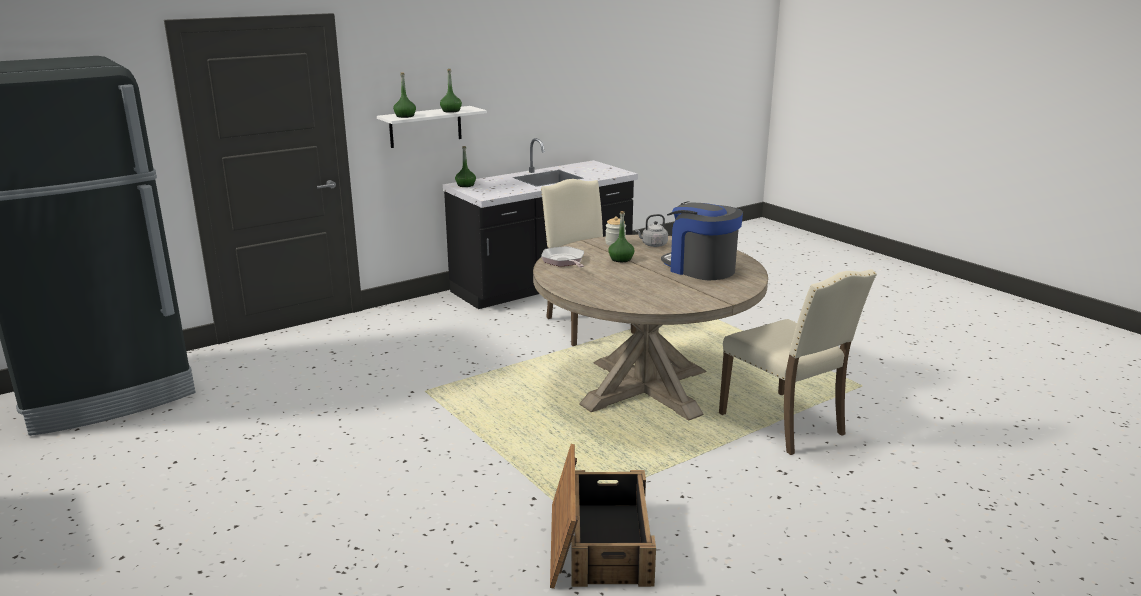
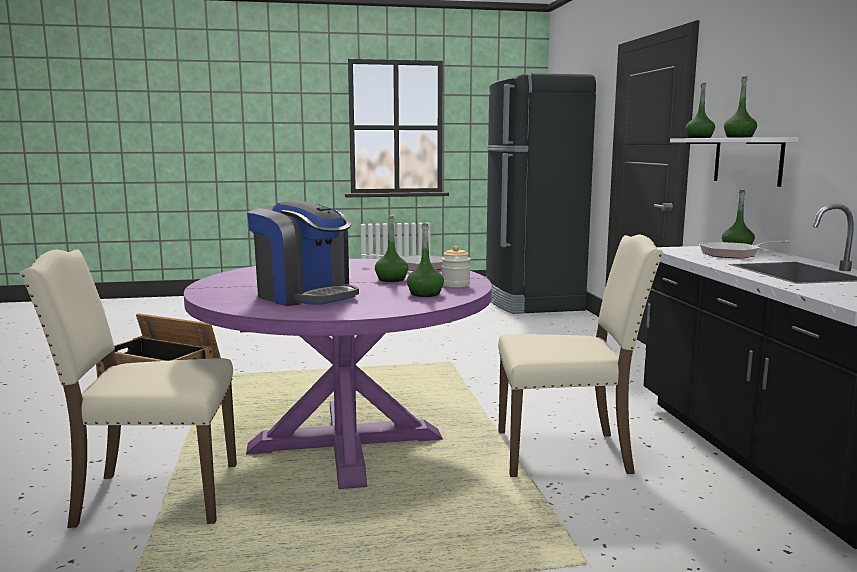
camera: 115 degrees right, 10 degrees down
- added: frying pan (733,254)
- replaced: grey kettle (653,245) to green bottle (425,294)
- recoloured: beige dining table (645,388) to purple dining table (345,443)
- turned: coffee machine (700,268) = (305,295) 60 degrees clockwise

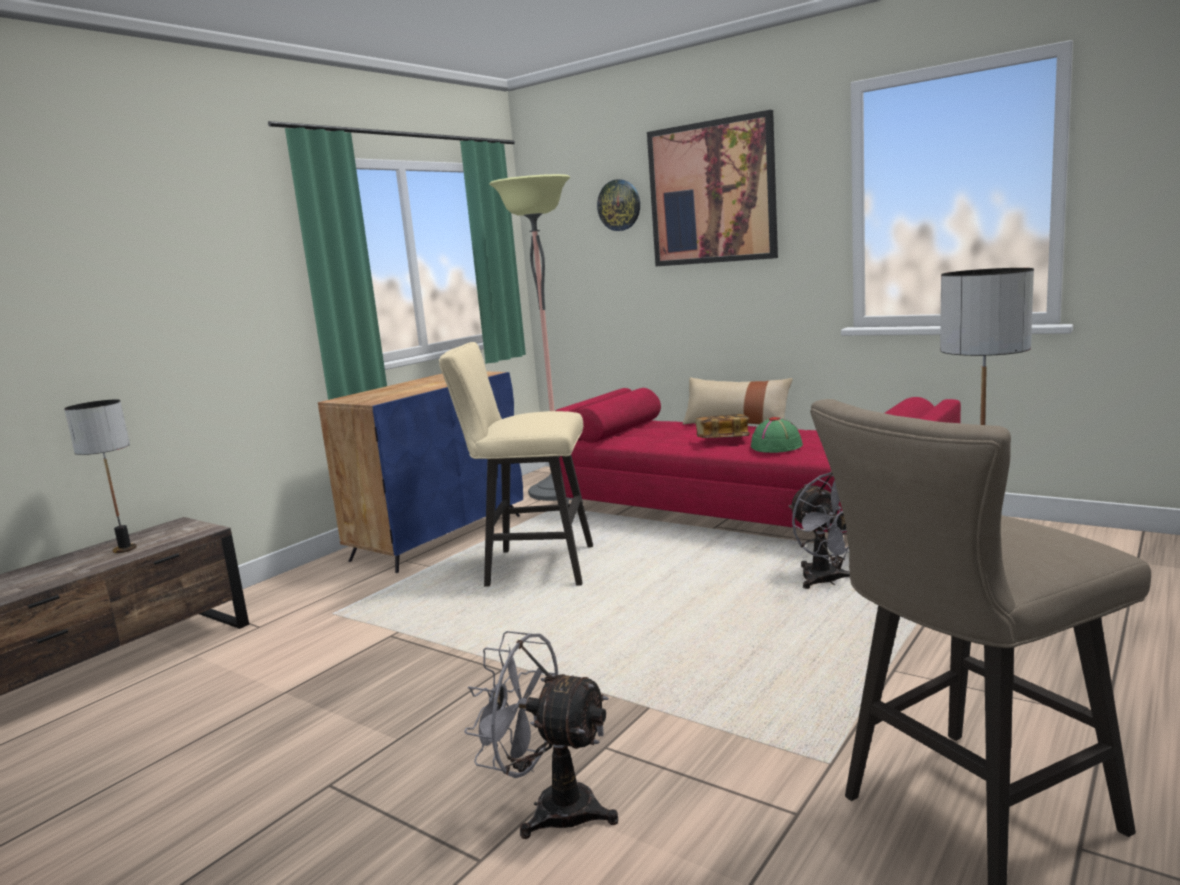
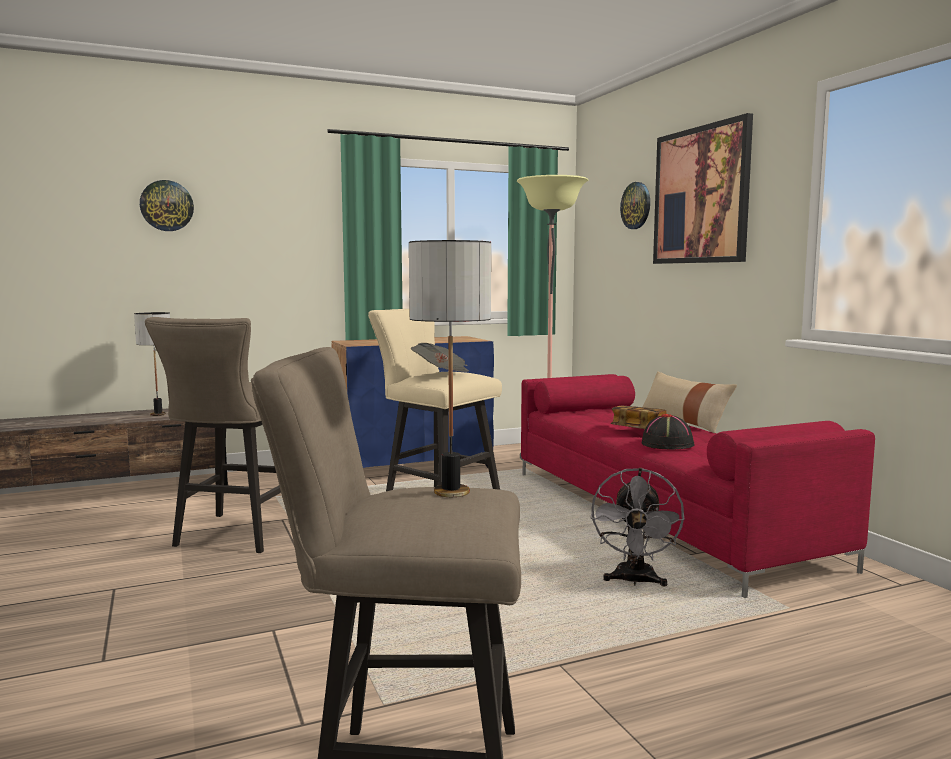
camera: 30 degrees right, 5 degrees down
- removed: grey fan (551,808)
- added: wall clock (167,206)
- added: beige stool (235,536)
- added: newspaper (442,374)
- recoloured: green hat (776,446) to black hat (667,444)

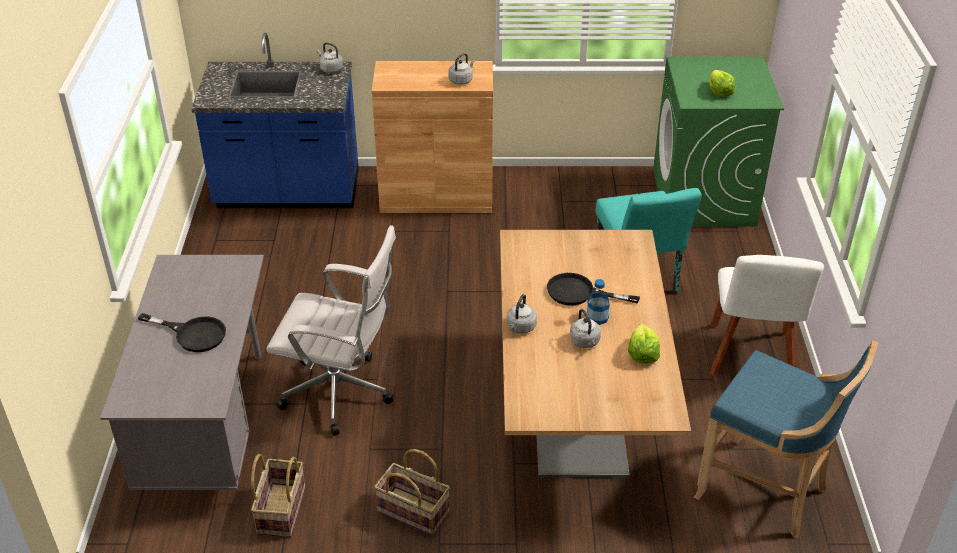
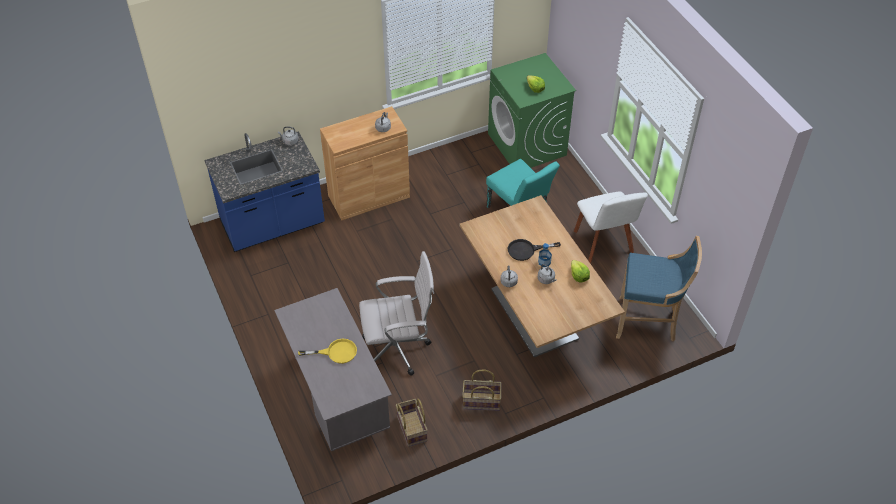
camera: 25 degrees left, 10 degrees up
- recoloured: black frying pan (193,334) to yellow frying pan (336,352)

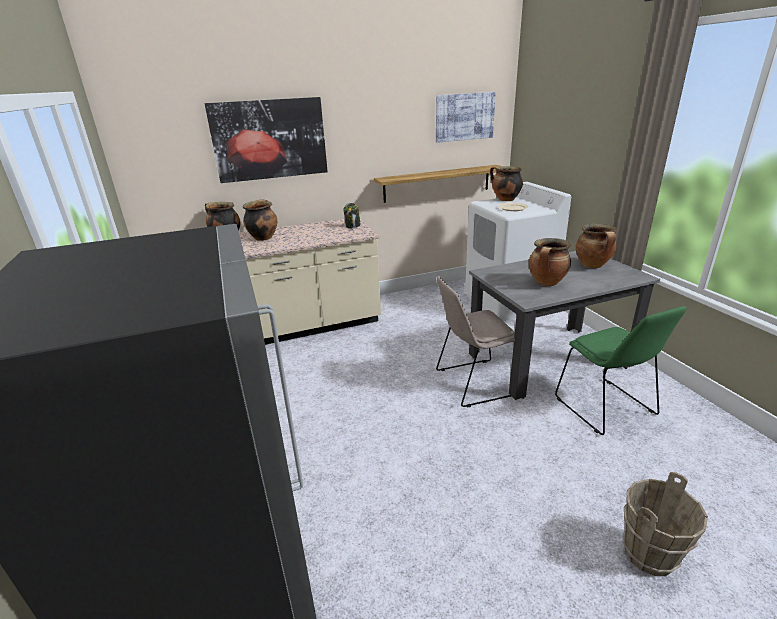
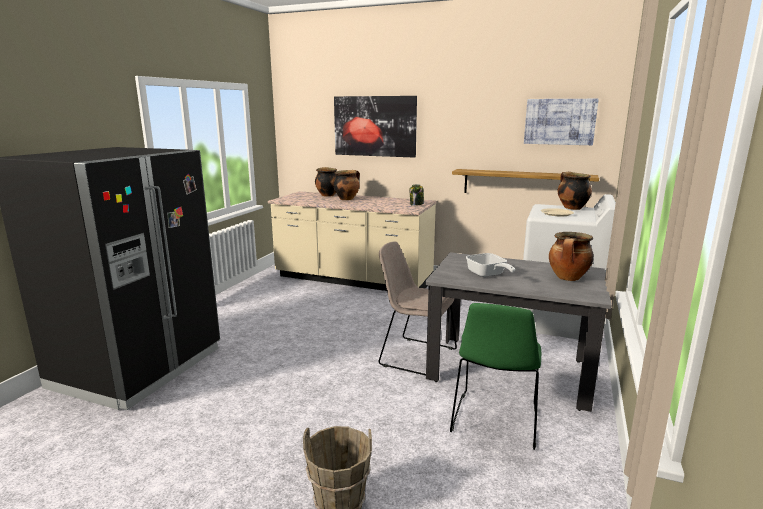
camera: 40 degrees right, 10 degrees down
- replaced: cooking pot (547,283) to frying pan (487,275)

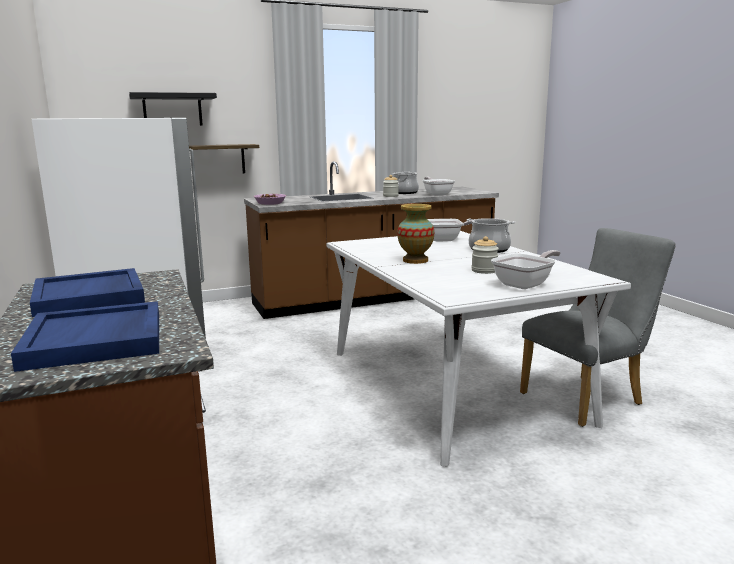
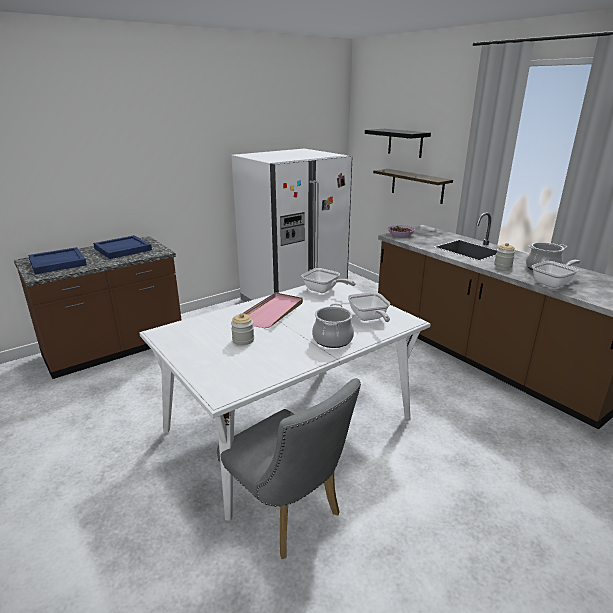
camera: 75 degrees right, 10 degrees up
- moved: frying pan (526,284) to (324,290)
- replaced: vase (415,260) to pink tray (273,312)

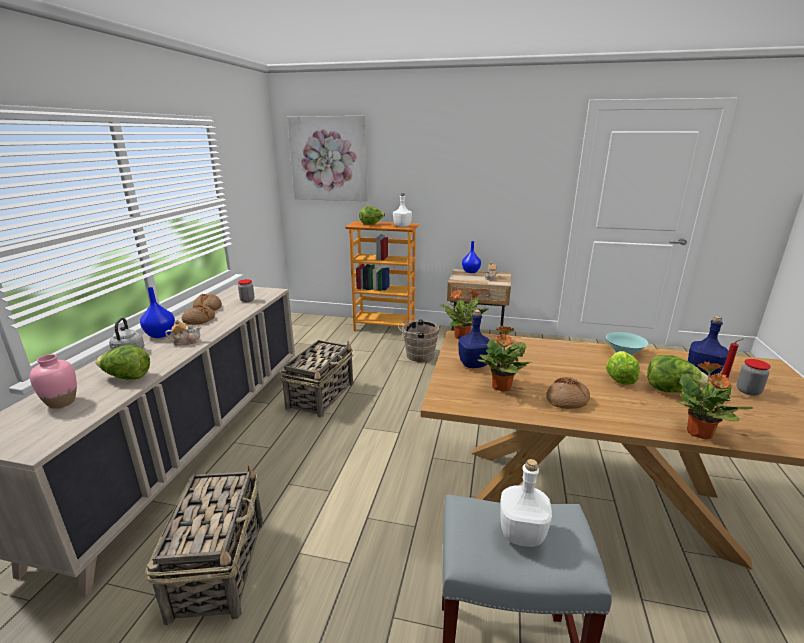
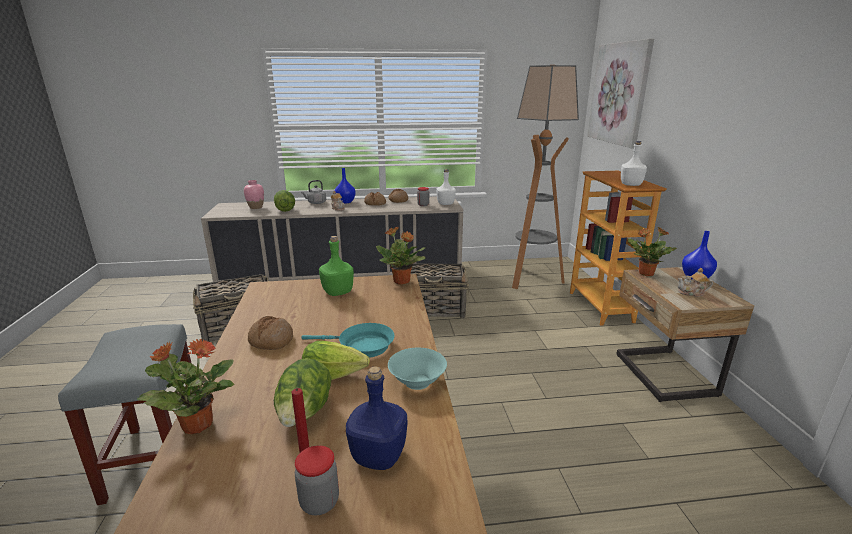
camera: 70 degrees right, 0 degrees up
- removed: lettuce (371,224)
- removed: brown bucket (417,355)
- added: turquoise frying pan (361,346)
- added: floor lamp (532,279)
- moved: potted plant (501,387) to (645,273)
- moved: white bottle (522,534) to (445,204)
- recoloured: blue bottle (474,364) to green bottle (338,292)

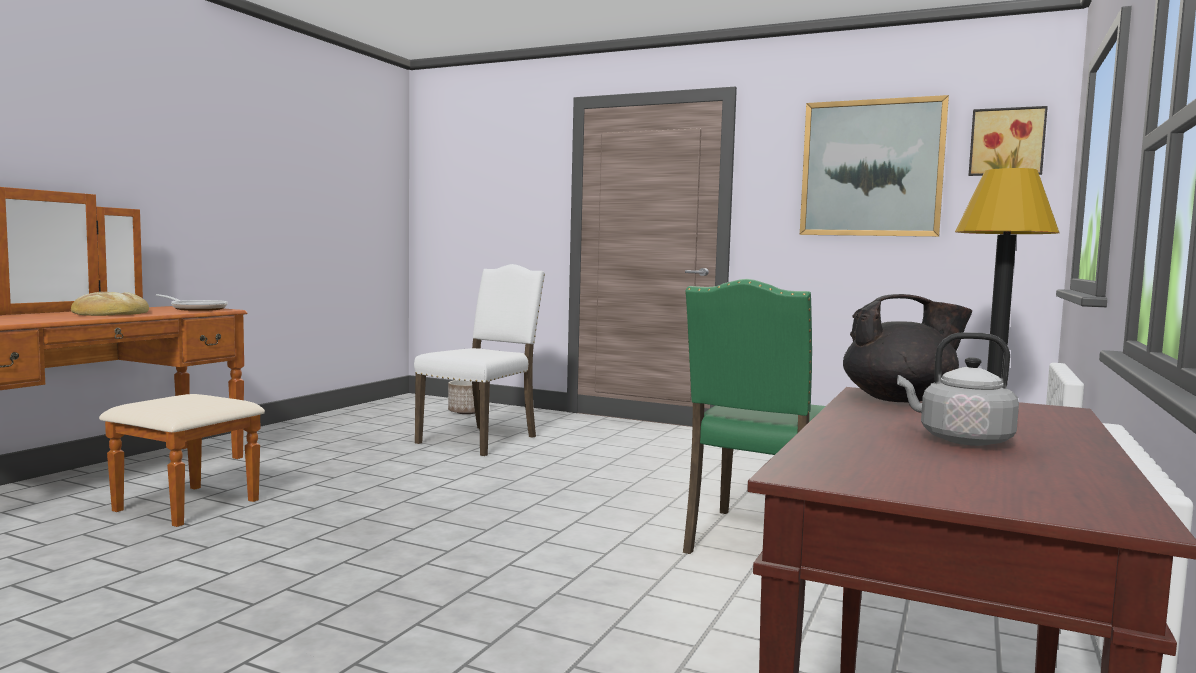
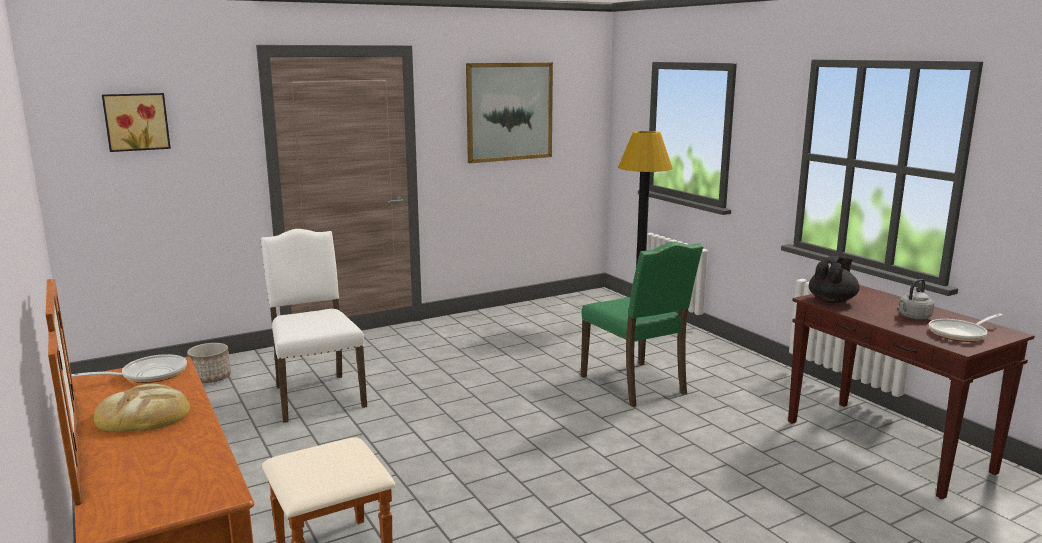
camera: 55 degrees left, 10 degrees up
- added: frying pan (960,334)
- moved: picture (1006,142) to (136,122)

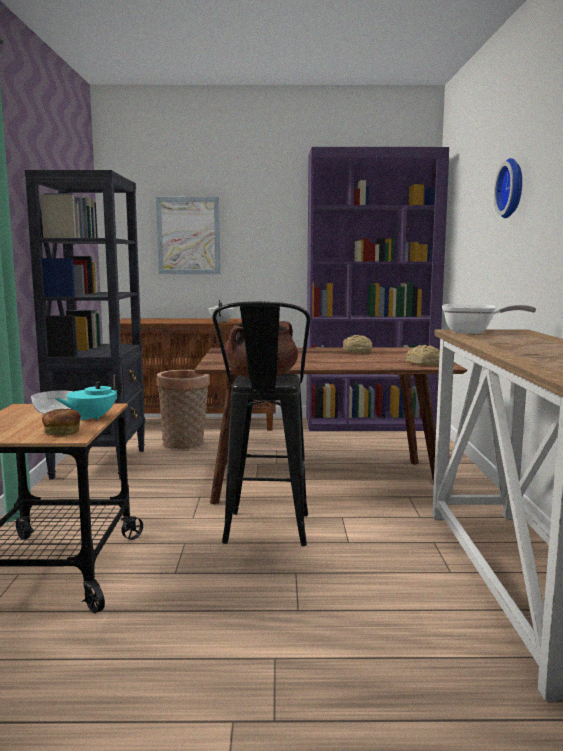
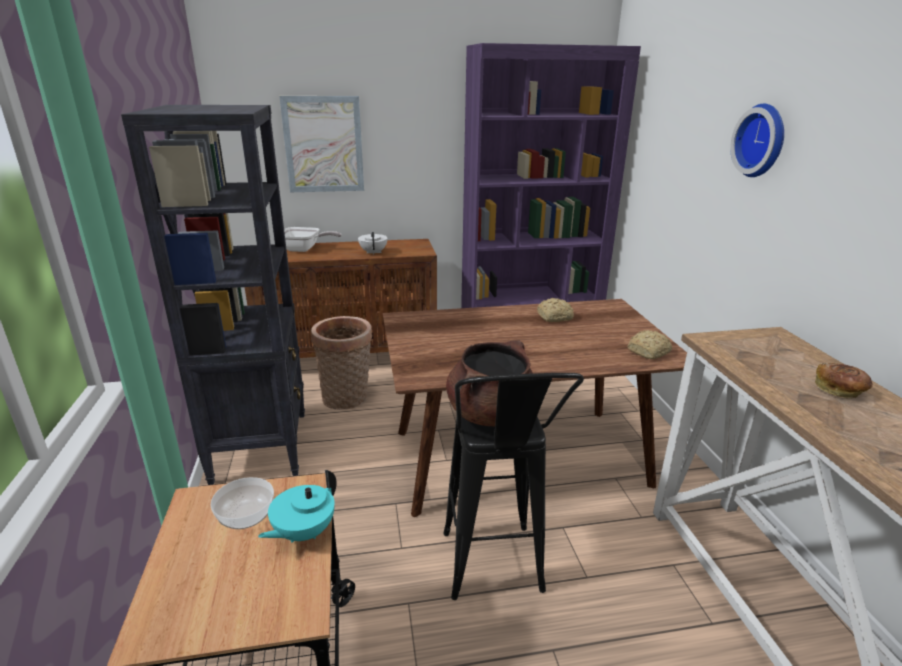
camera: 10 degrees left, 15 degrees up
- moved: bread (61,432) to (839,391)
- moved: frying pan (474,332) to (304,249)

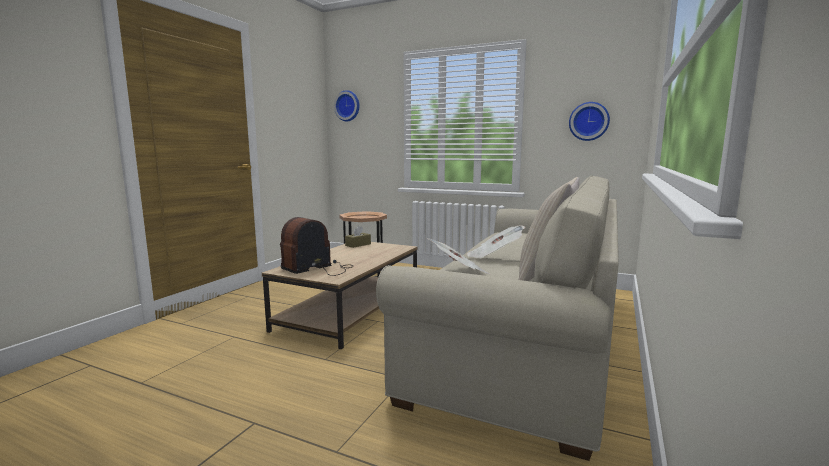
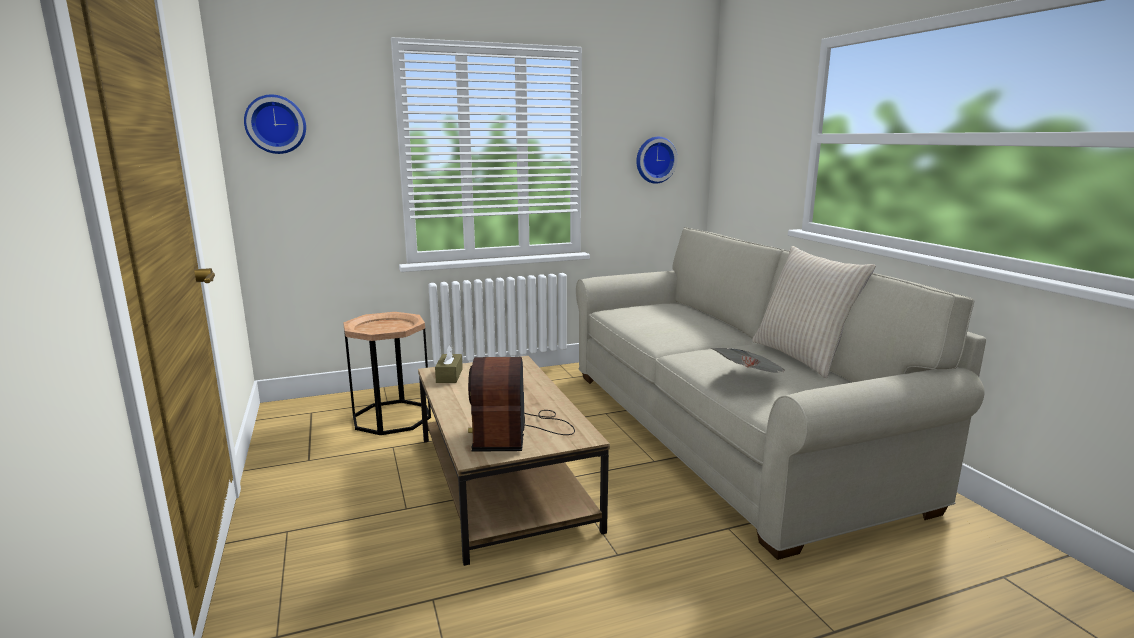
camera: 45 degrees left, 5 degrees up
- removed: newspaper (494,256)

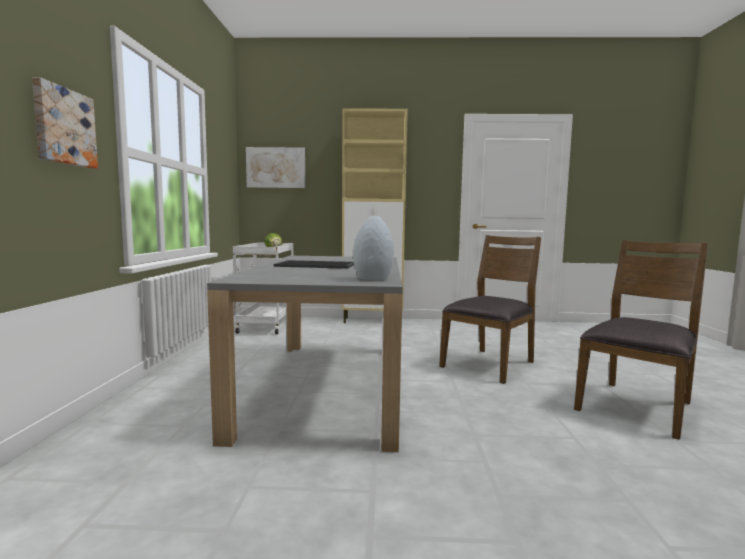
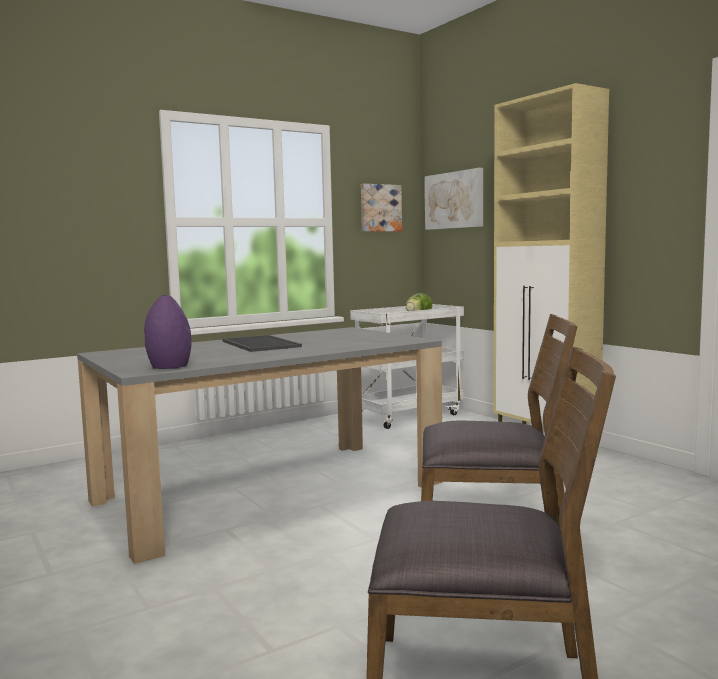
camera: 55 degrees right, 0 degrees up
- moved: picture (63,127) to (380,208)
- recoloured: grey vase (373,279) to purple vase (168,366)

